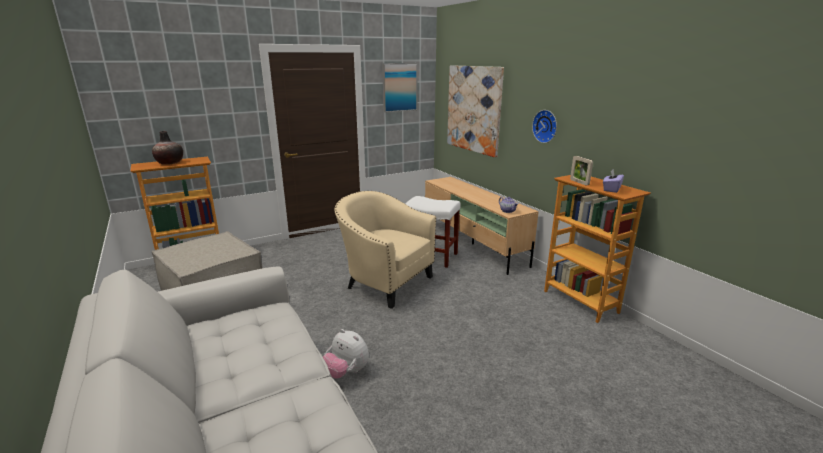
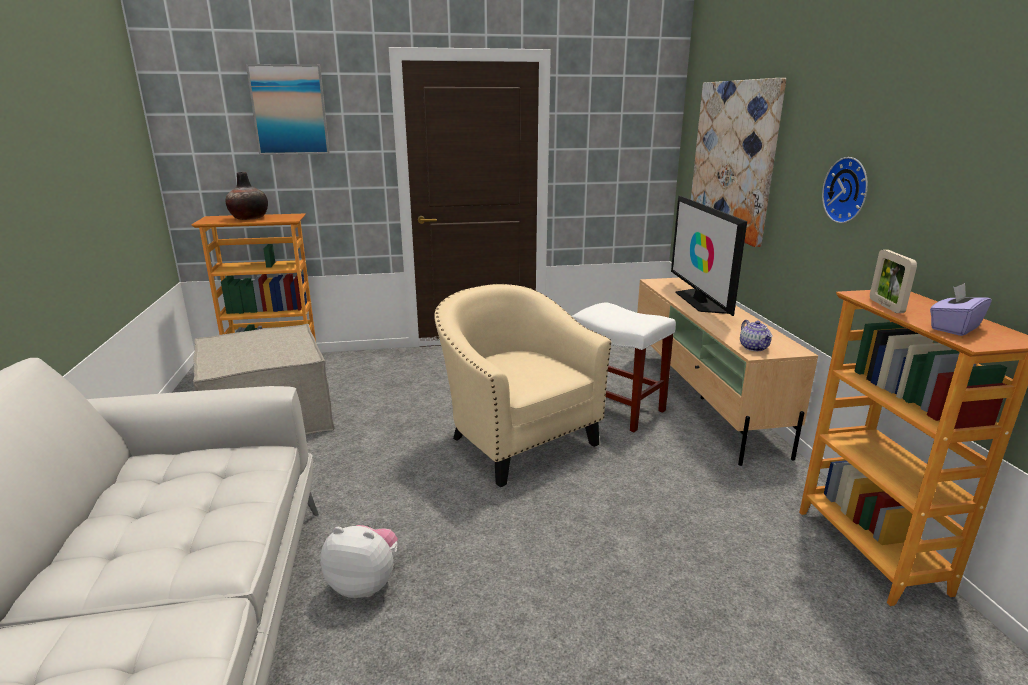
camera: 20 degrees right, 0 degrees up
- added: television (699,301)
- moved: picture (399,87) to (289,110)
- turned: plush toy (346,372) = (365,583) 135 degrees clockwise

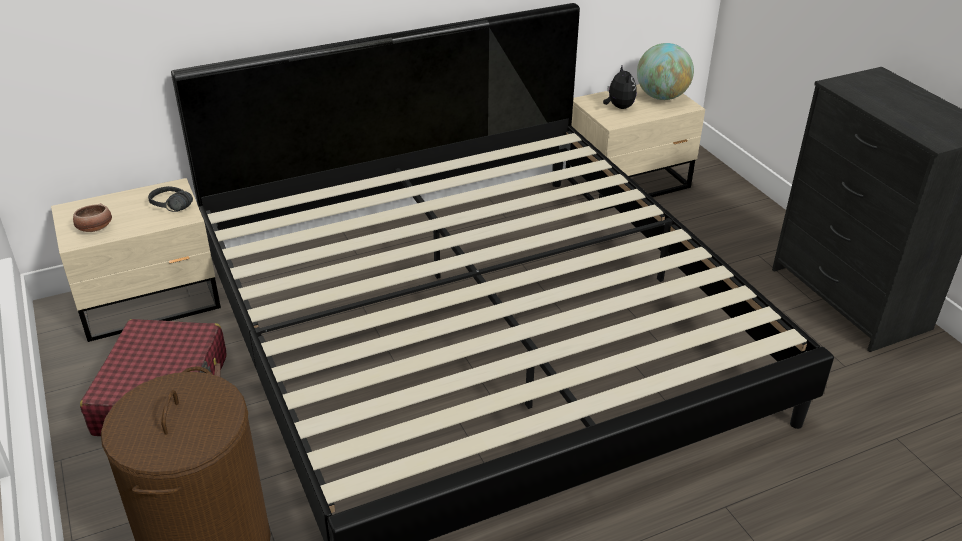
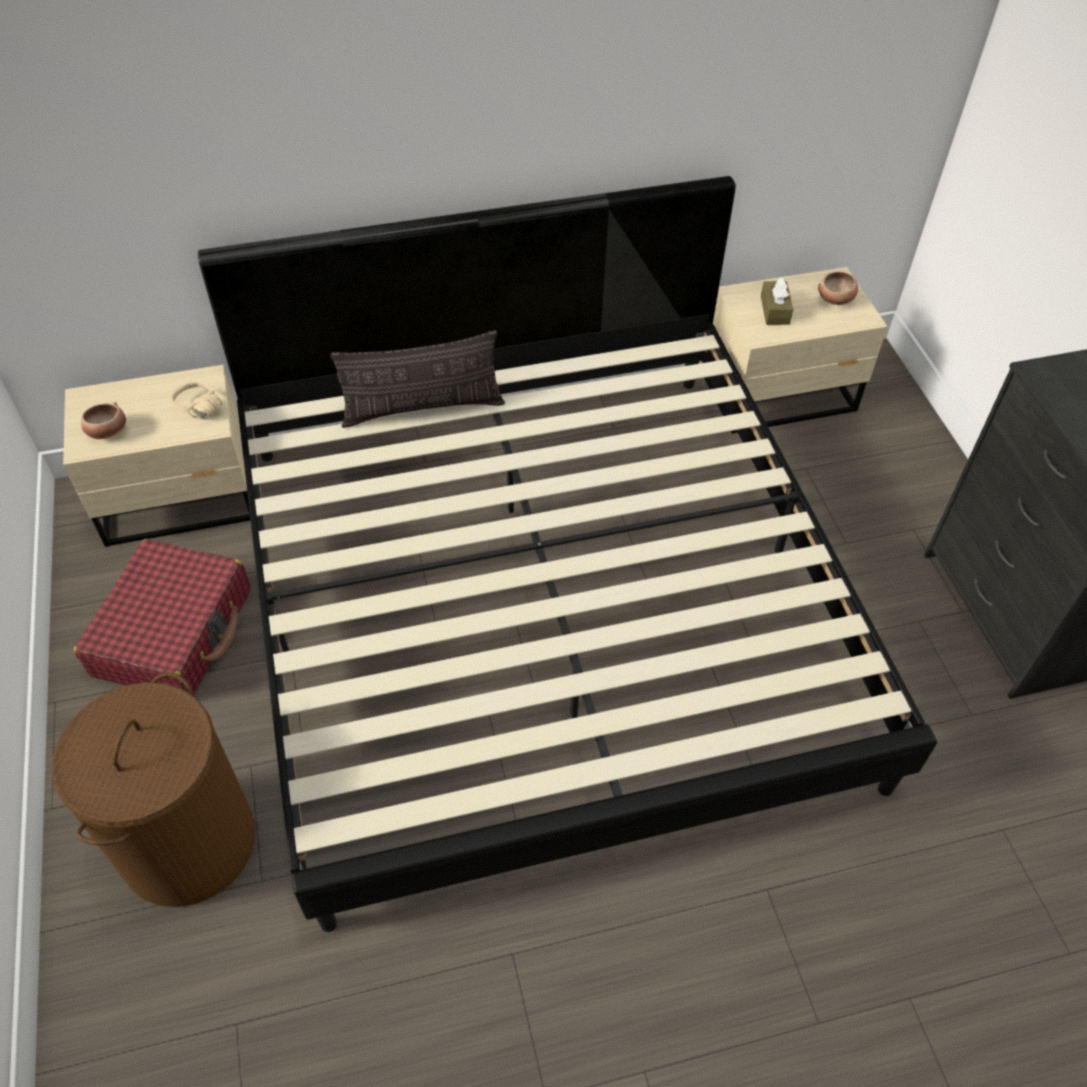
camera: 10 degrees right, 15 degrees up
- added: pillow (422,408)
- replaced: plush toy (619,107) to brown tissue box (774,310)
- replaced: globe (662,97) to bowl (836,298)
- recoloured: black headphones (168,209) to beige headphones (193,412)

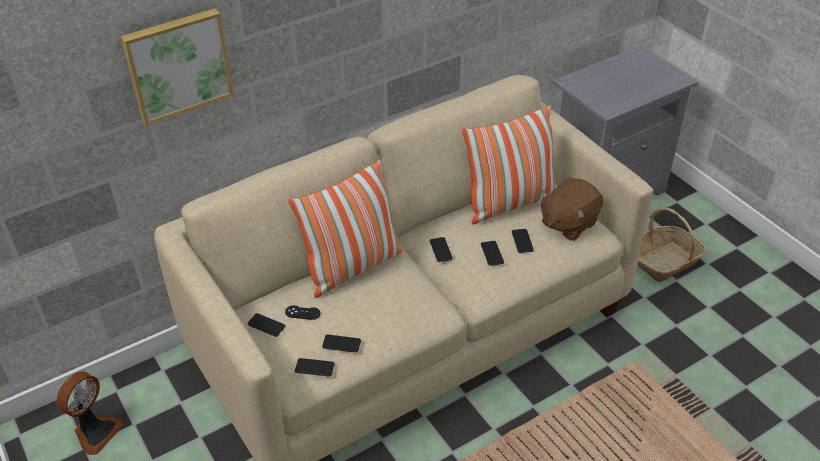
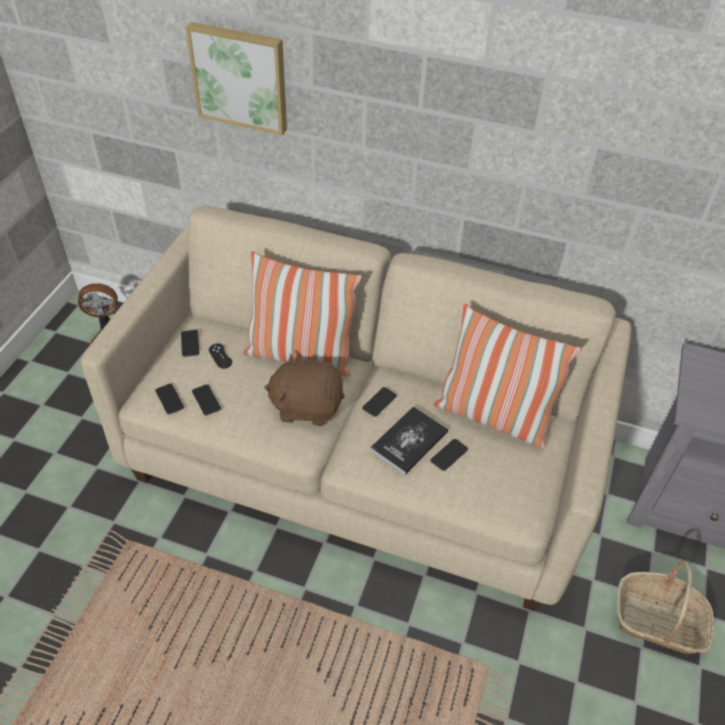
camera: 50 degrees right, 5 degrees up
- moved: brown plush toy (568,223) to (307,406)
- replaced: phone (492,253) to book (409,441)

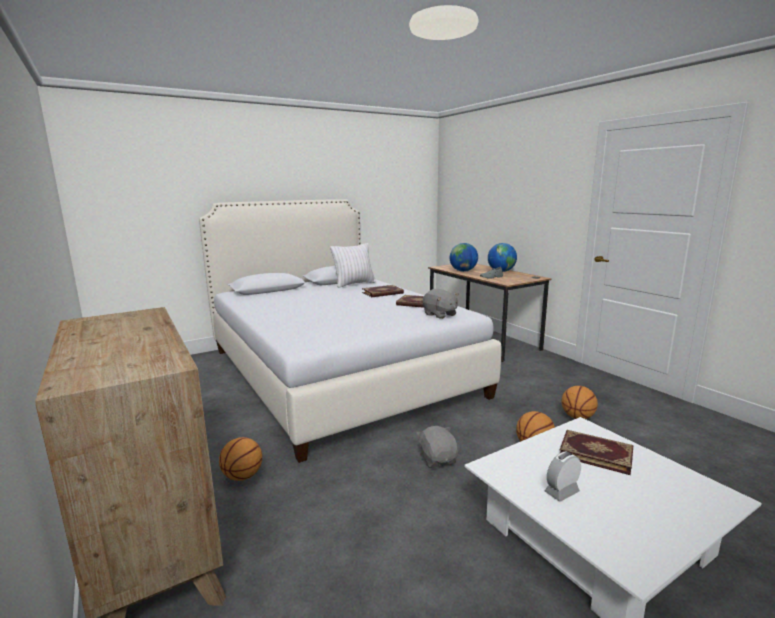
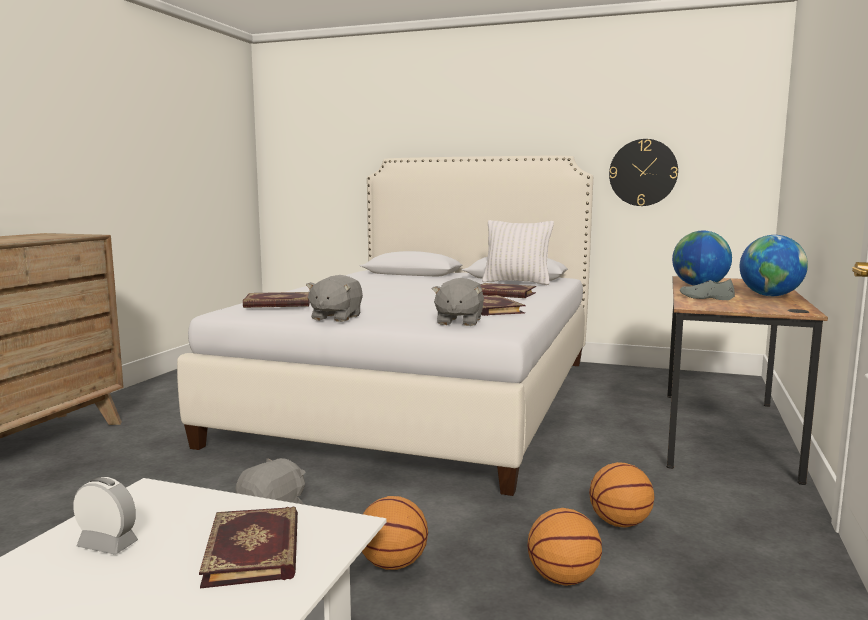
camera: 50 degrees right, 5 degrees down
- added: book (278,303)
- added: grey plush toy (335,317)
- added: wall clock (643,172)
- moved: basketball (242,476) to (620,523)

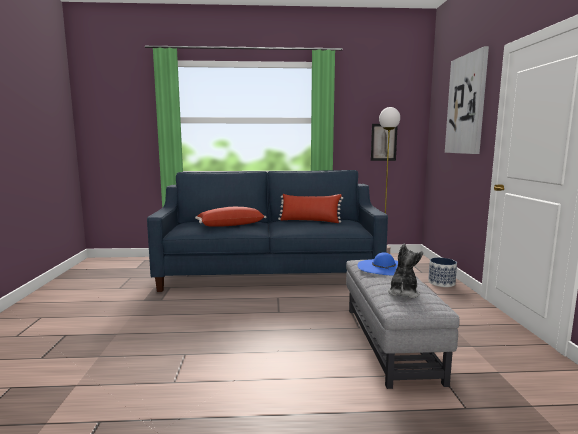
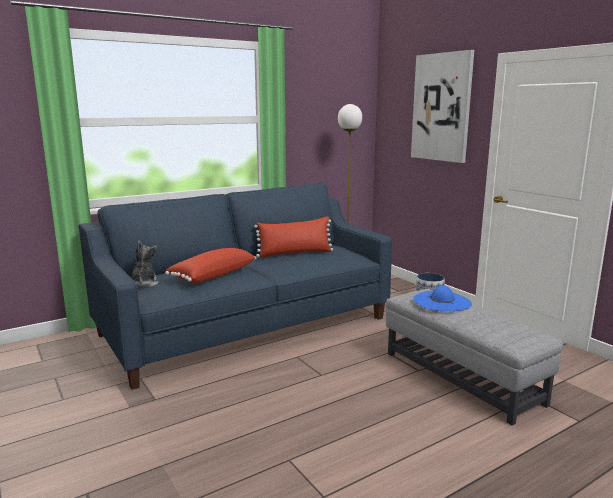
camera: 30 degrees left, 5 degrees up
- removed: picture (383,142)
- moved: plush toy (403,293) to (144,284)

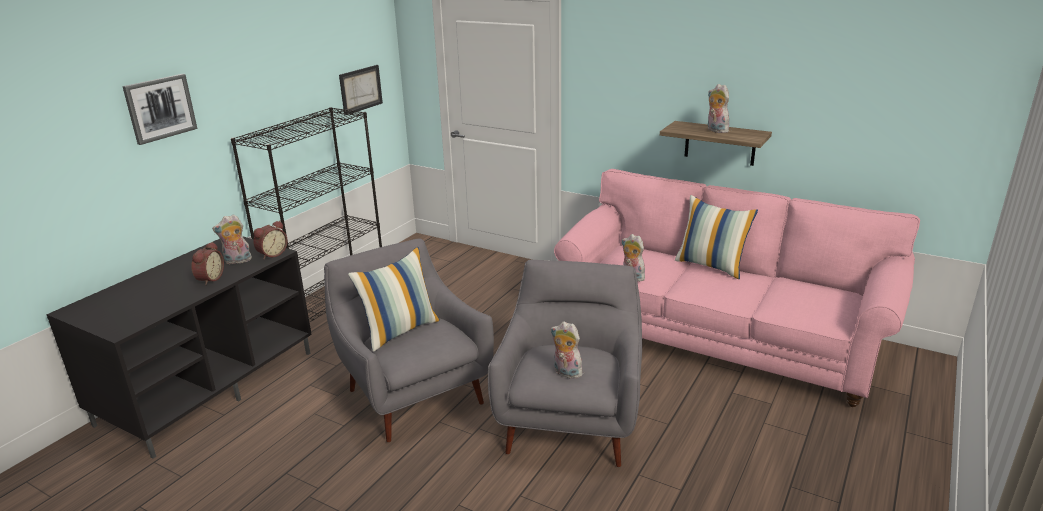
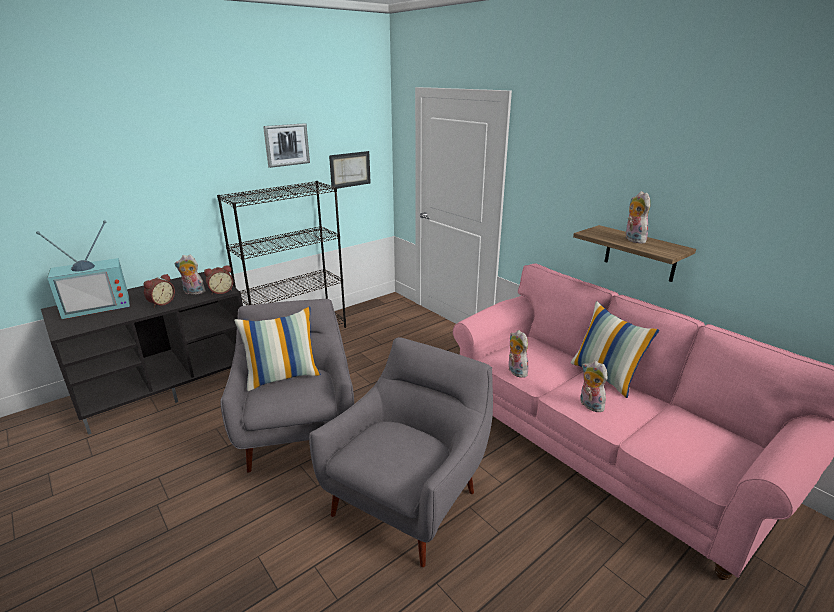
camera: 20 degrees right, 0 degrees up
- added: television (98,305)
- moved: picture (160,108) to (286,145)
- moved: plush toy (566,373) to (589,405)

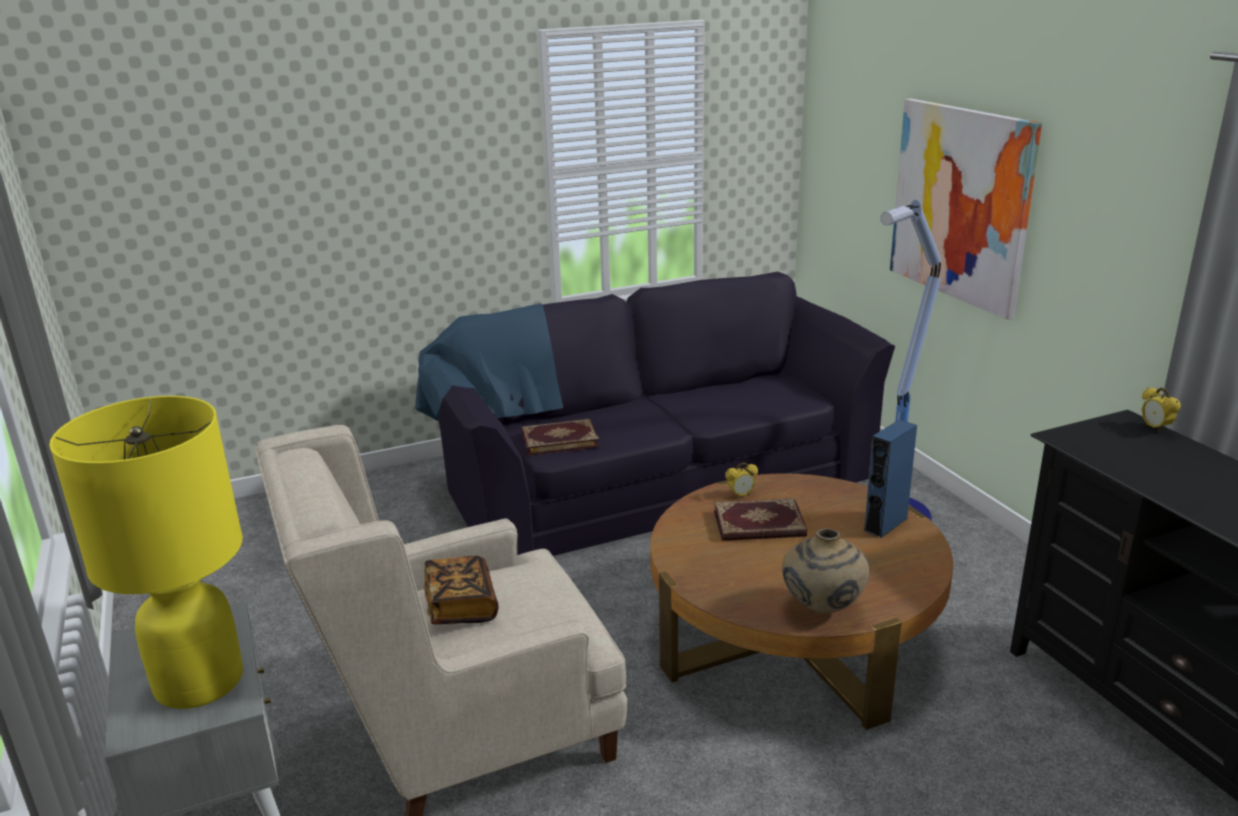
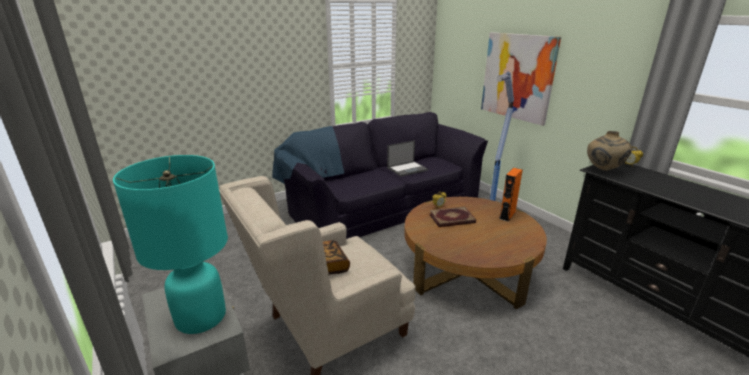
camera: 10 degrees left, 0 degrees up
- removed: book (559,439)
- added: laptop (407,169)
- moved: beige vase (822,610) to (603,170)
- recoloured: yellow table lamp (199,682) to turquoise table lamp (201,317)
- recoloured: blue speaker (885,524) to orange speaker (507,215)

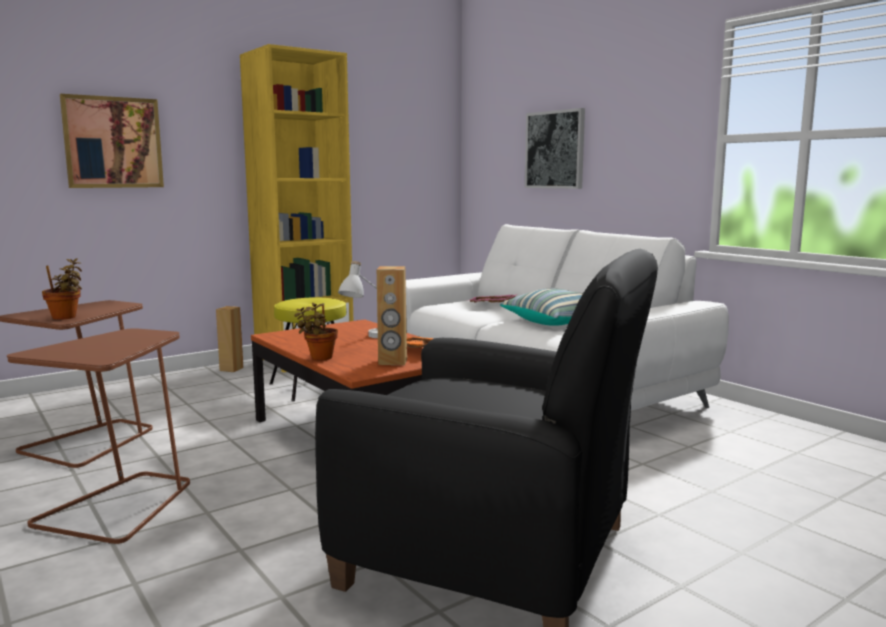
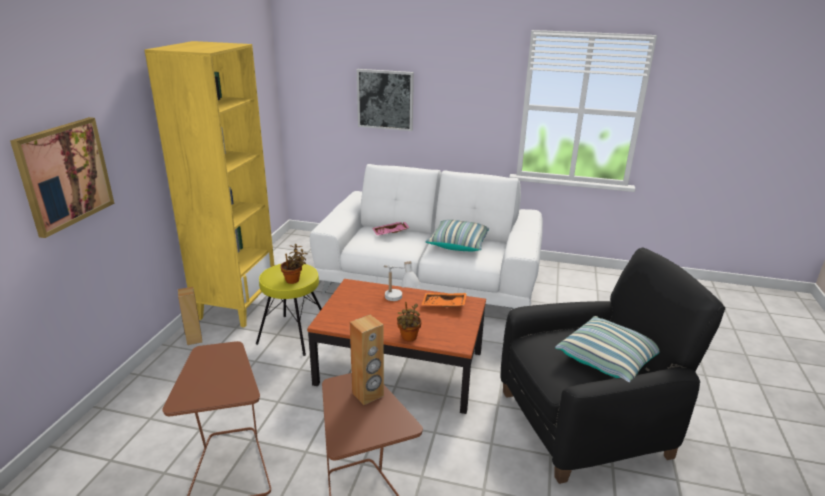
camera: 40 degrees left, 15 degrees up
- added: pillow (608,360)
- moved: potted plant (66,317) to (294,280)
- moved: brown speaker (392,362) to (368,395)

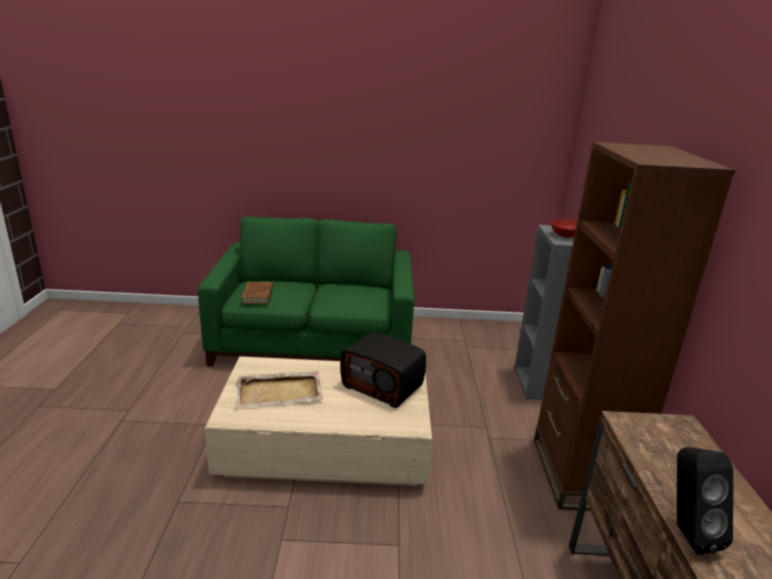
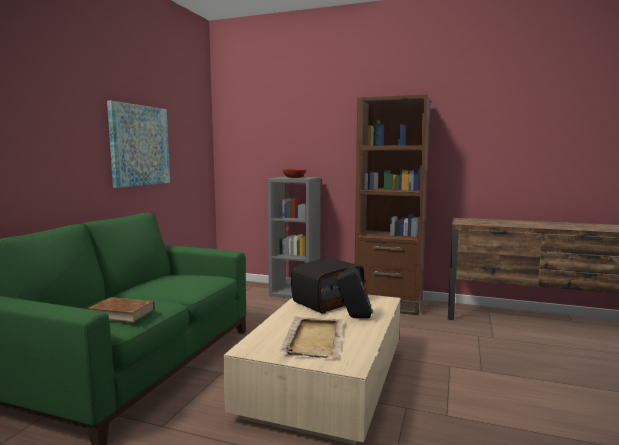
camera: 70 degrees left, 15 degrees down
- added: picture (139,145)
- moved: black speaker (686,533) to (354,317)

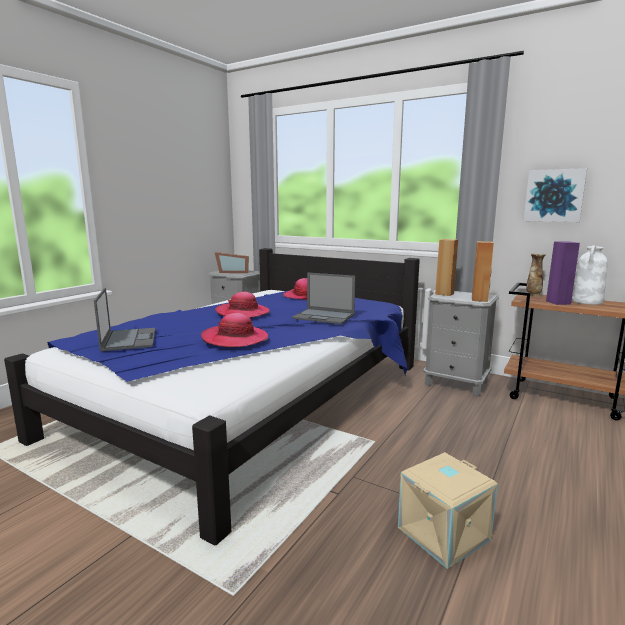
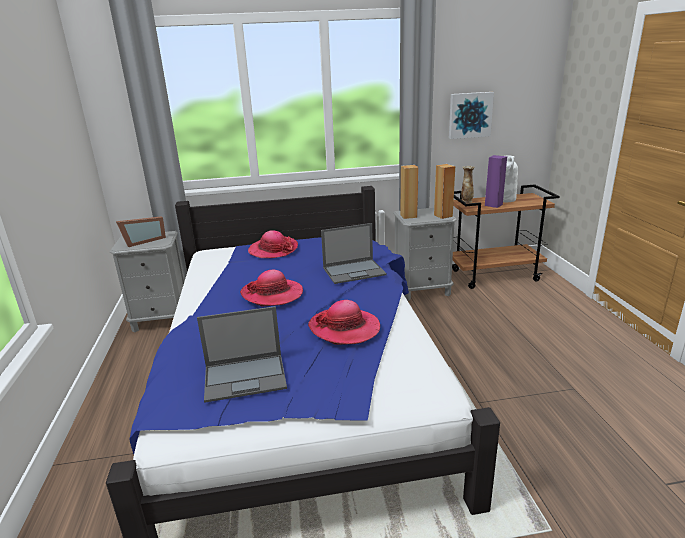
camera: 40 degrees left, 10 degrees up
- removed: beige storage box (444,535)
- turned: laptop (129,339) = (246,377) 135 degrees clockwise

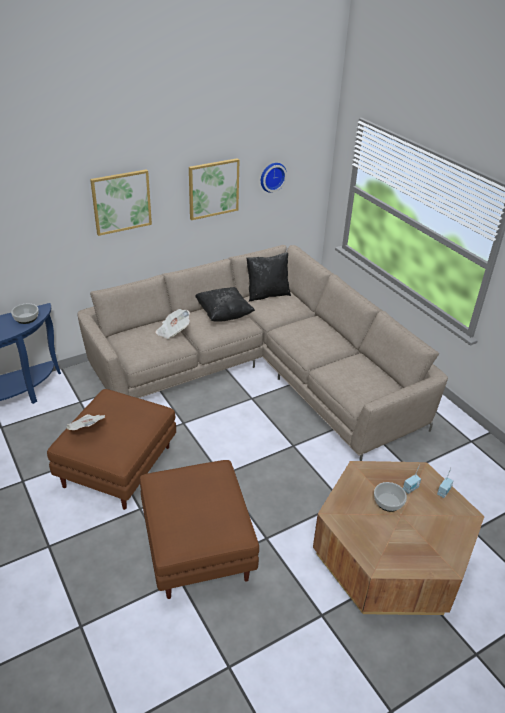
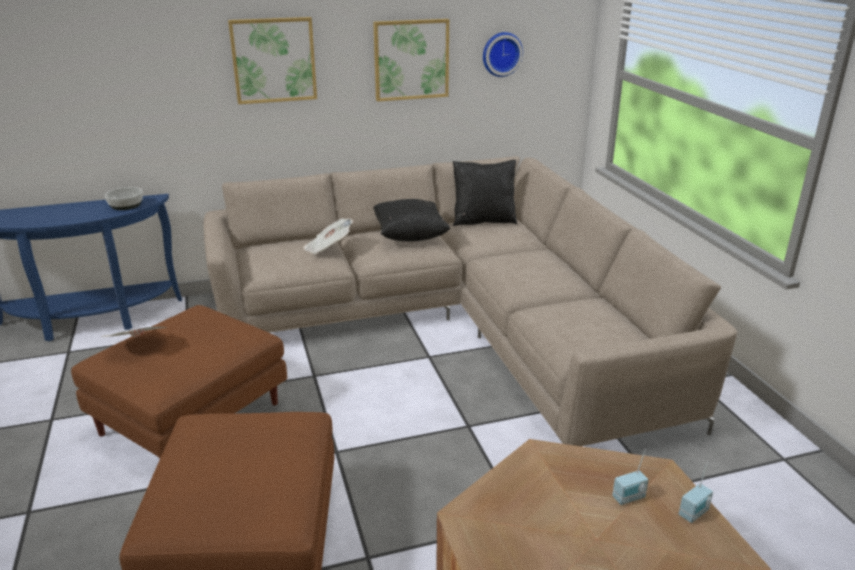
camera: 15 degrees right, 10 degrees down
- removed: bowl (388,502)

